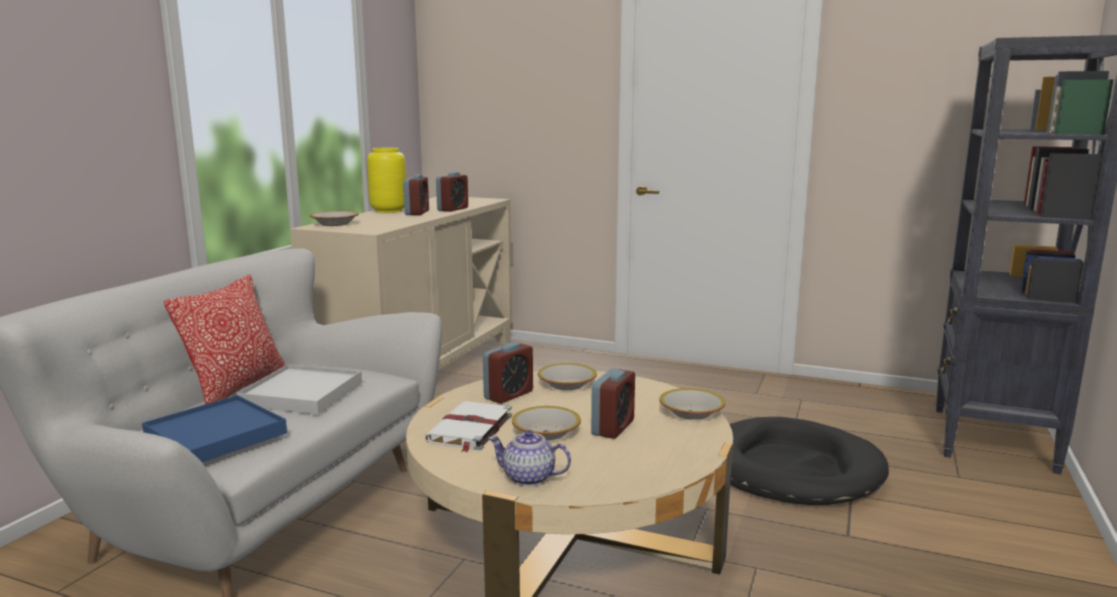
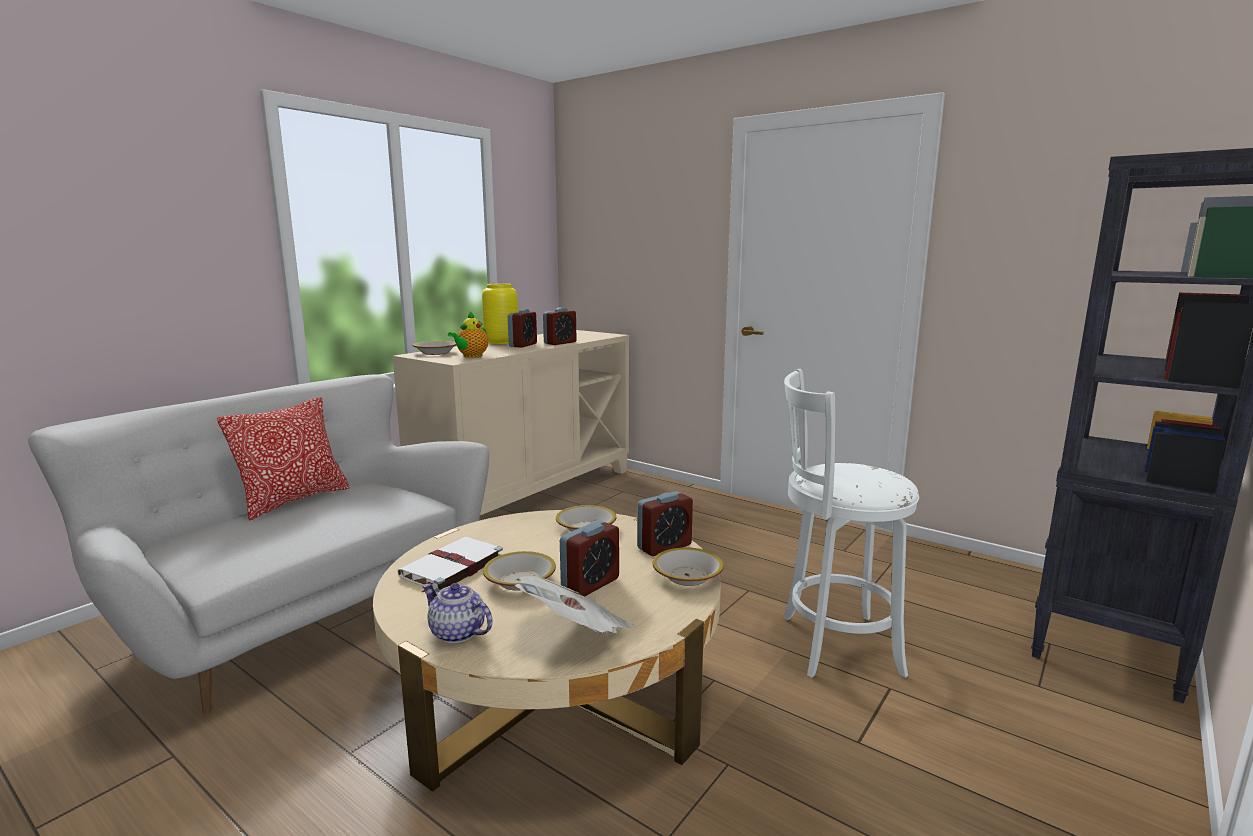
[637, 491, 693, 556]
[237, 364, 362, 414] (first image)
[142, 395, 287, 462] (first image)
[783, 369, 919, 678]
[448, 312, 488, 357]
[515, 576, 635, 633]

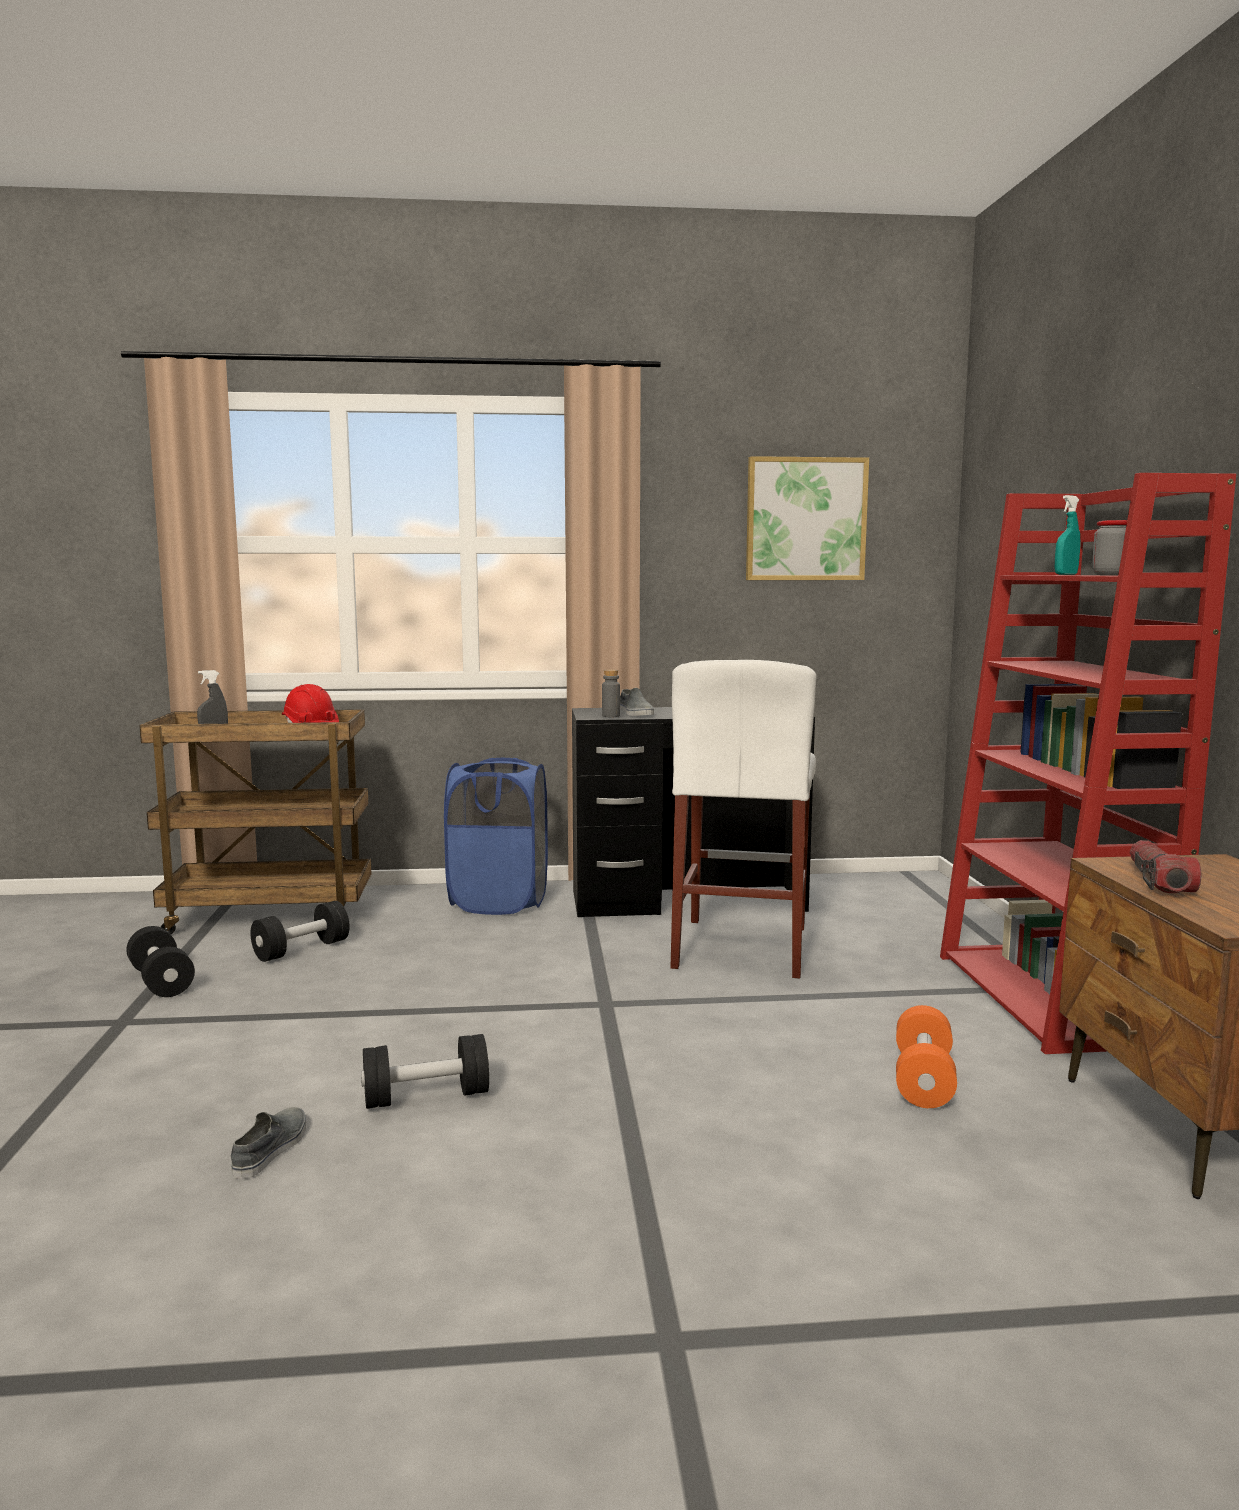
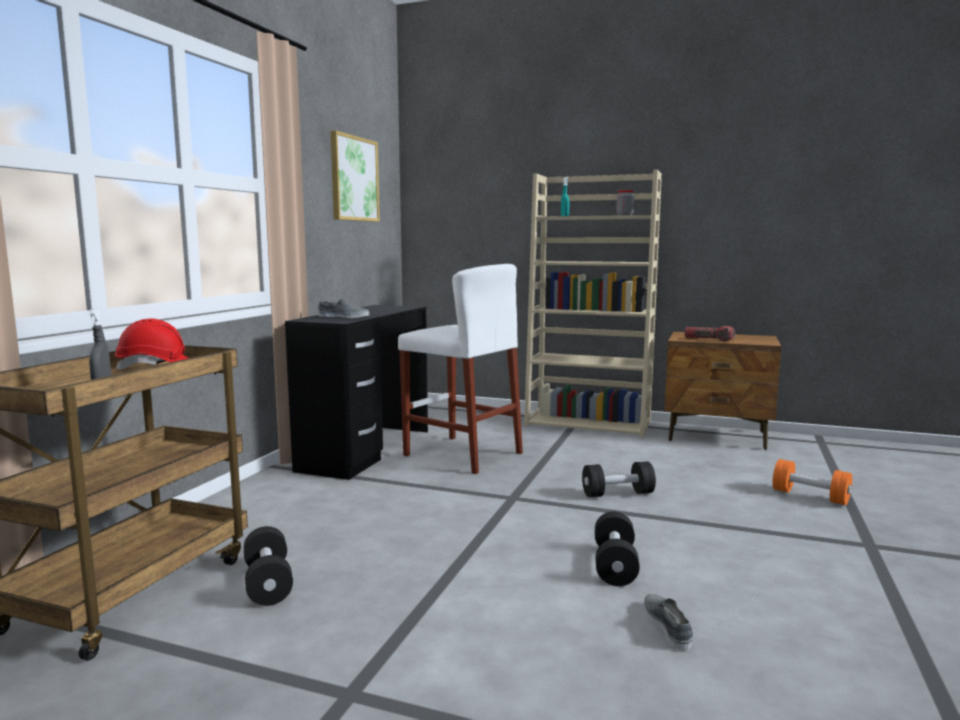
[524, 169, 662, 438]
[602, 669, 620, 717] (first image)
[444, 758, 548, 915] (first image)
[582, 461, 656, 497]
[773, 459, 852, 505]
[644, 594, 693, 650]

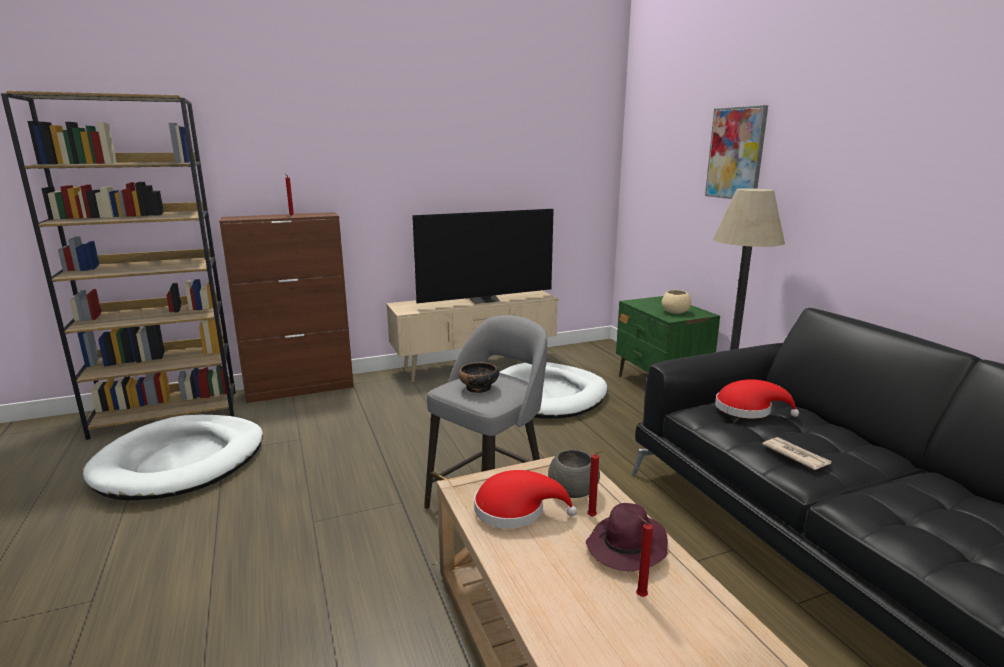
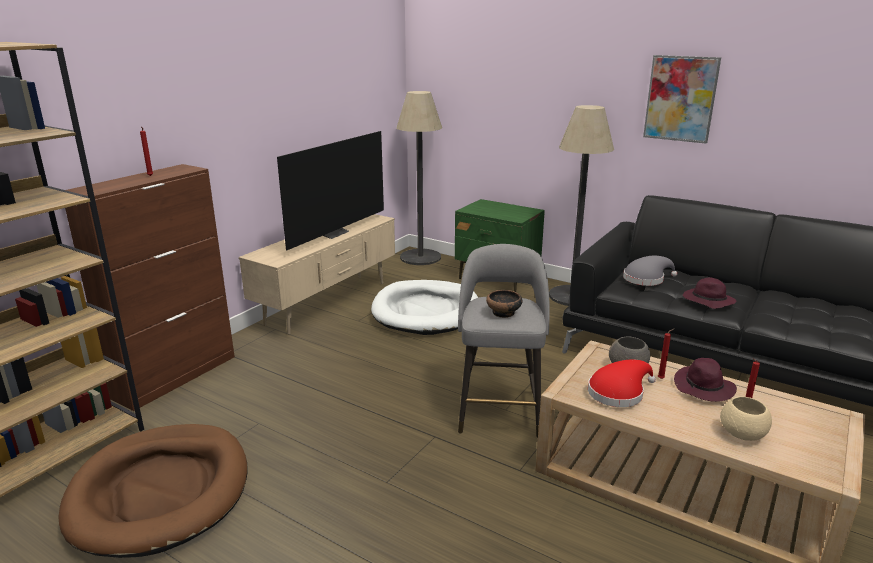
[643, 55, 721, 144]
[720, 397, 772, 441]
[623, 256, 677, 286]
[58, 424, 248, 558]
[683, 277, 736, 309]
[396, 91, 442, 265]

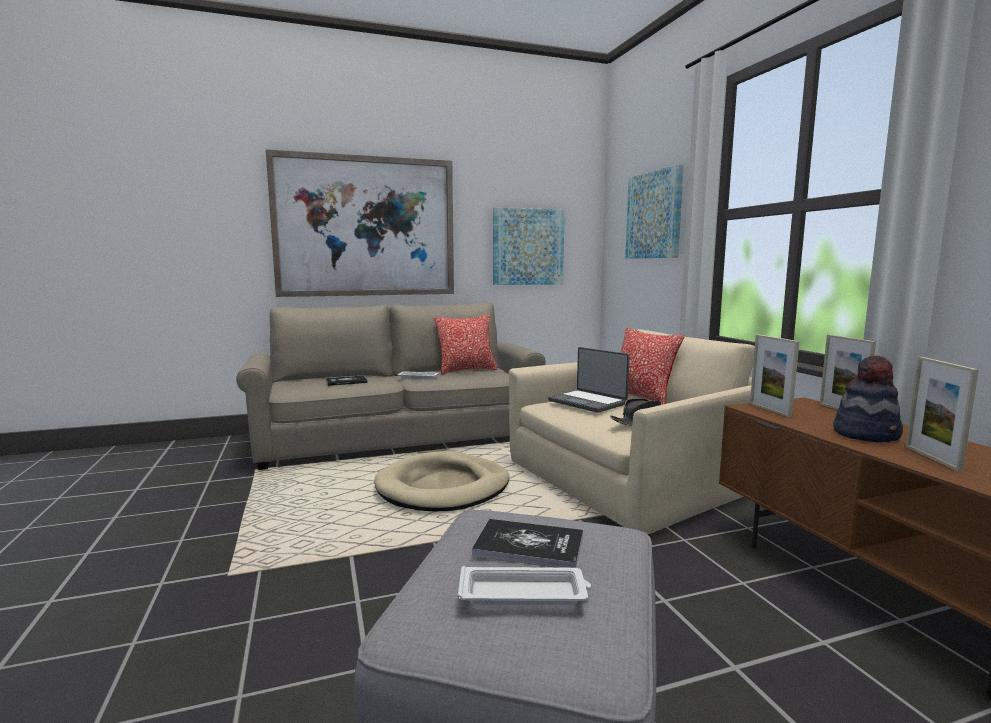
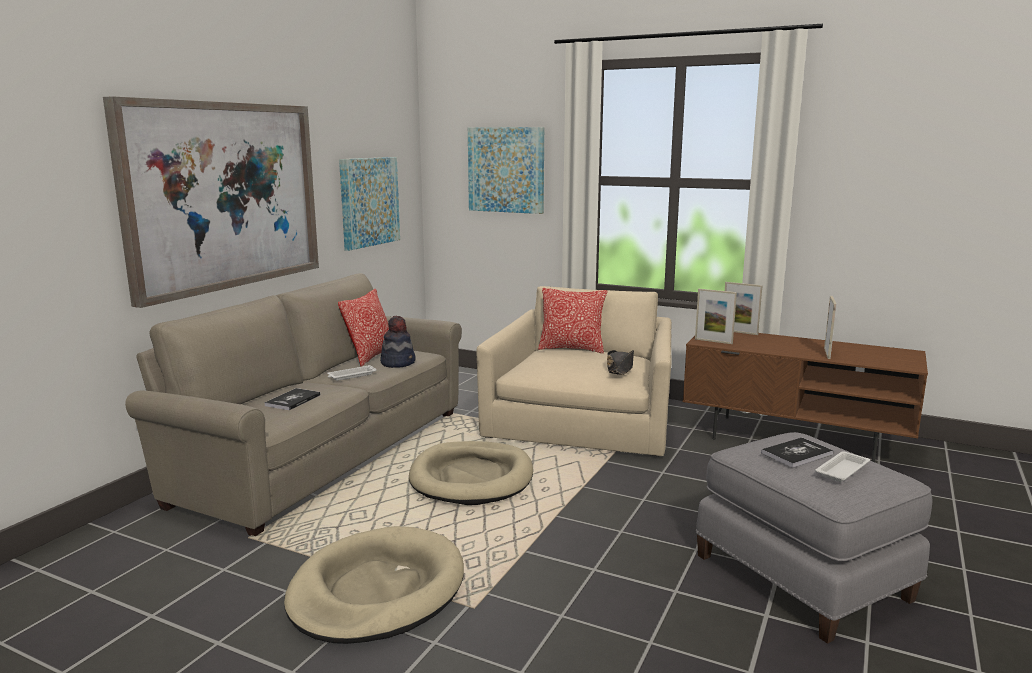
[548, 347, 630, 413] (first image)
[380, 315, 416, 368]
[824, 296, 837, 359]
[284, 526, 464, 644]

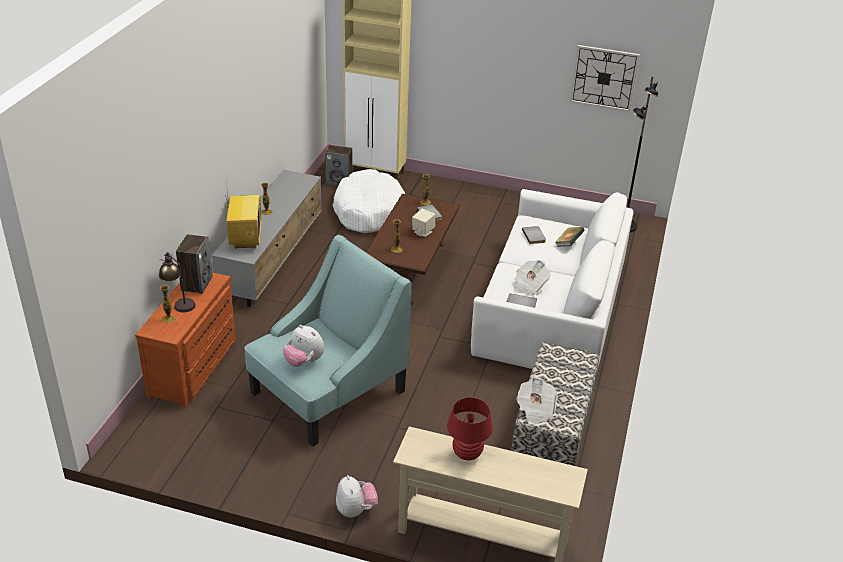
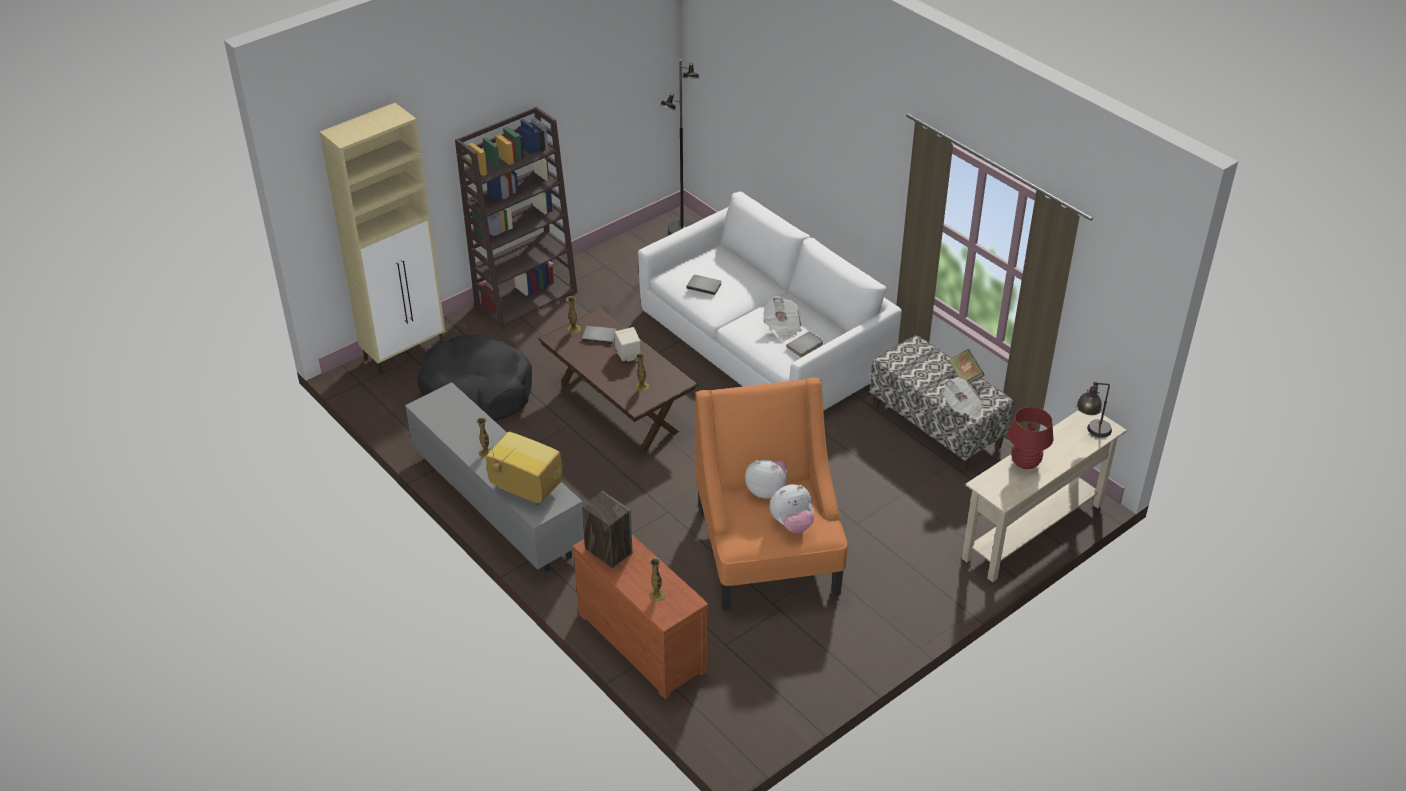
[570, 45, 640, 112] (first image)
[325, 145, 352, 187] (first image)
[417, 335, 532, 421]
[948, 349, 985, 384]
[696, 378, 847, 611]
[1076, 382, 1112, 437]
[745, 460, 787, 499]
[455, 106, 578, 329]

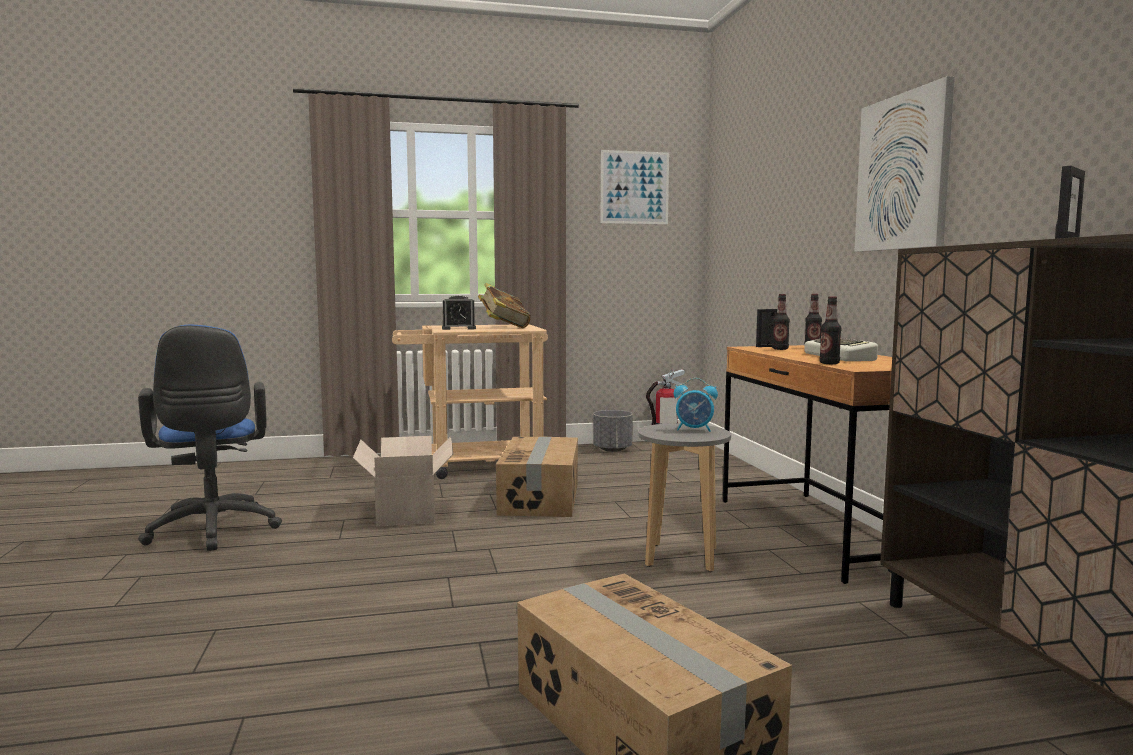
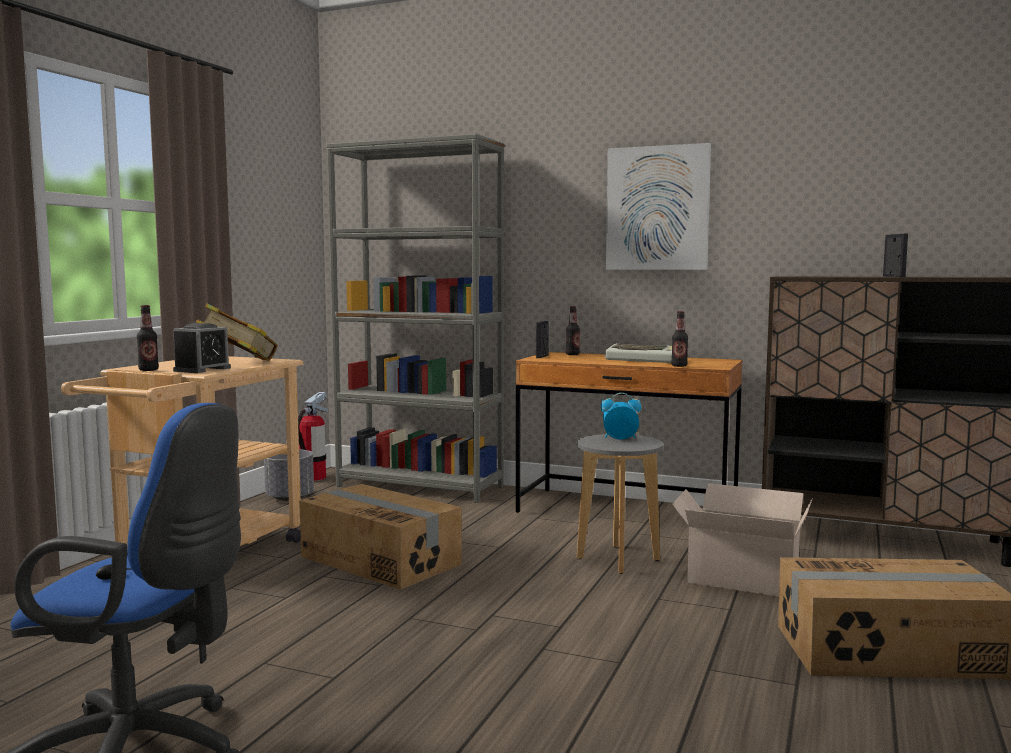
[601, 150, 669, 224] (first image)
[137, 305, 159, 371]
[601, 393, 641, 440]
[672, 483, 813, 597]
[326, 134, 505, 503]

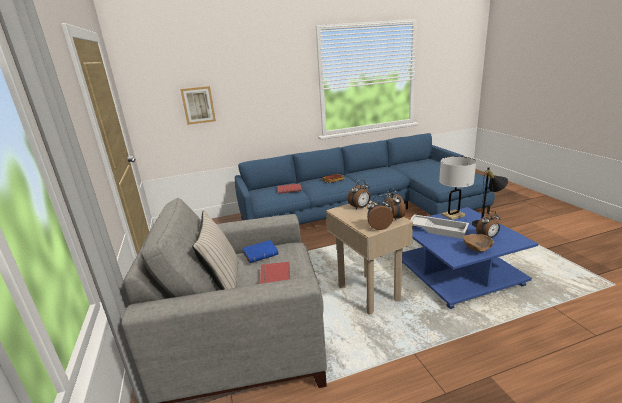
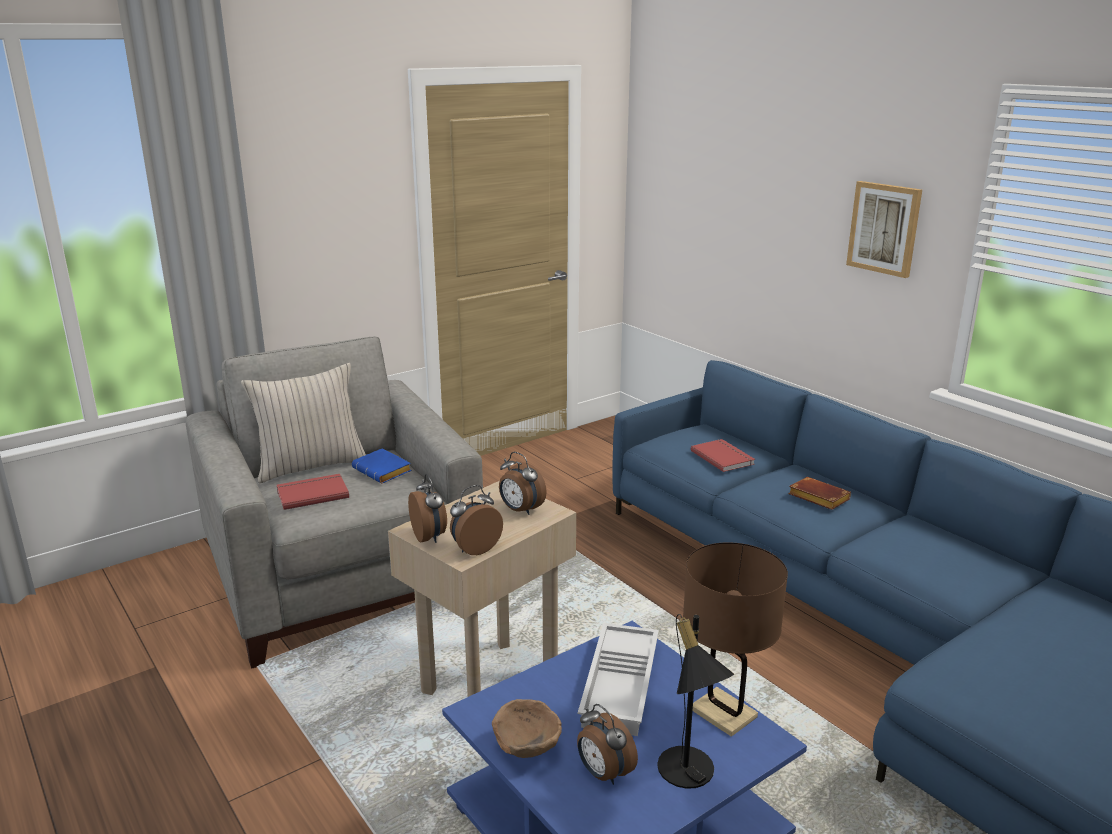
[846, 181, 922, 278]
[683, 542, 788, 737]

